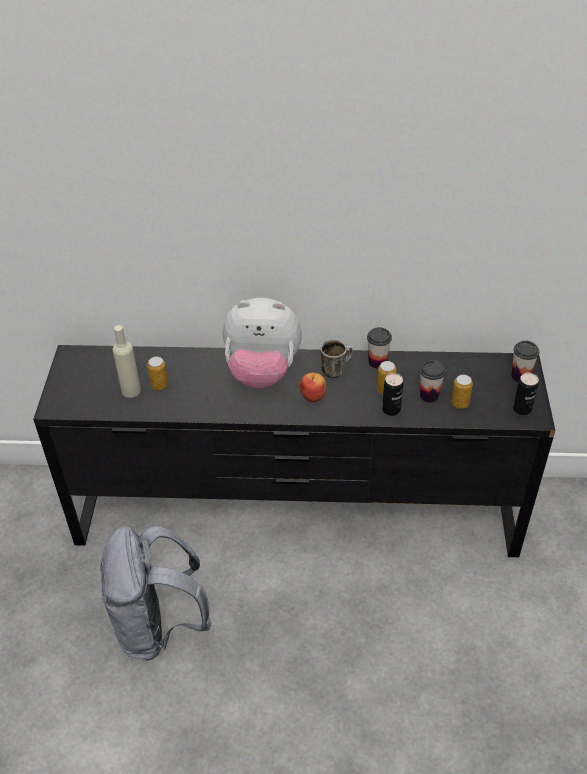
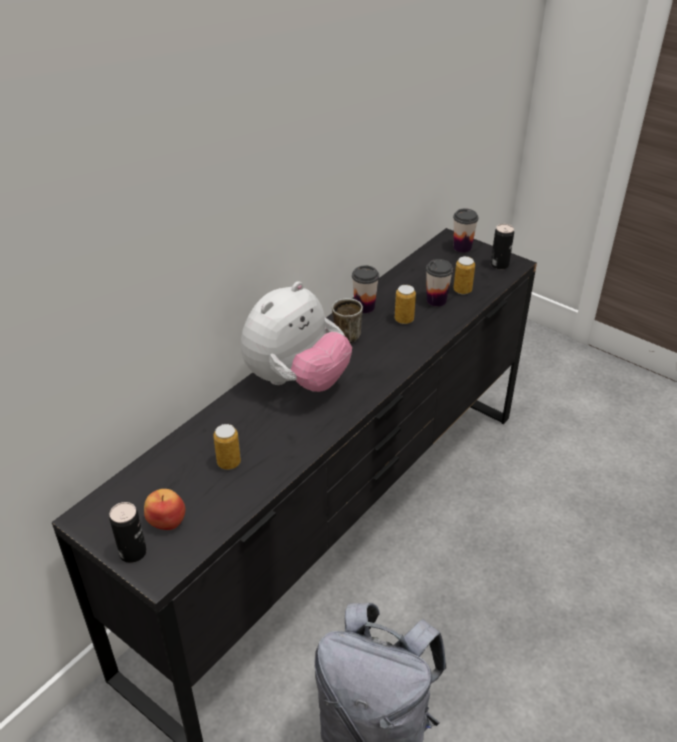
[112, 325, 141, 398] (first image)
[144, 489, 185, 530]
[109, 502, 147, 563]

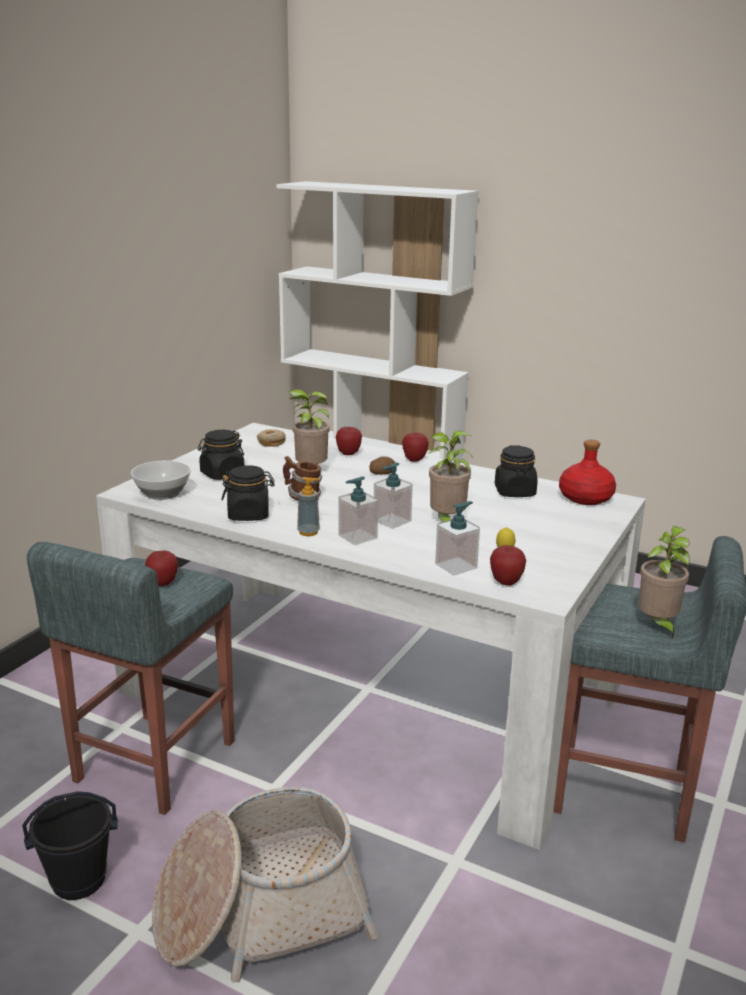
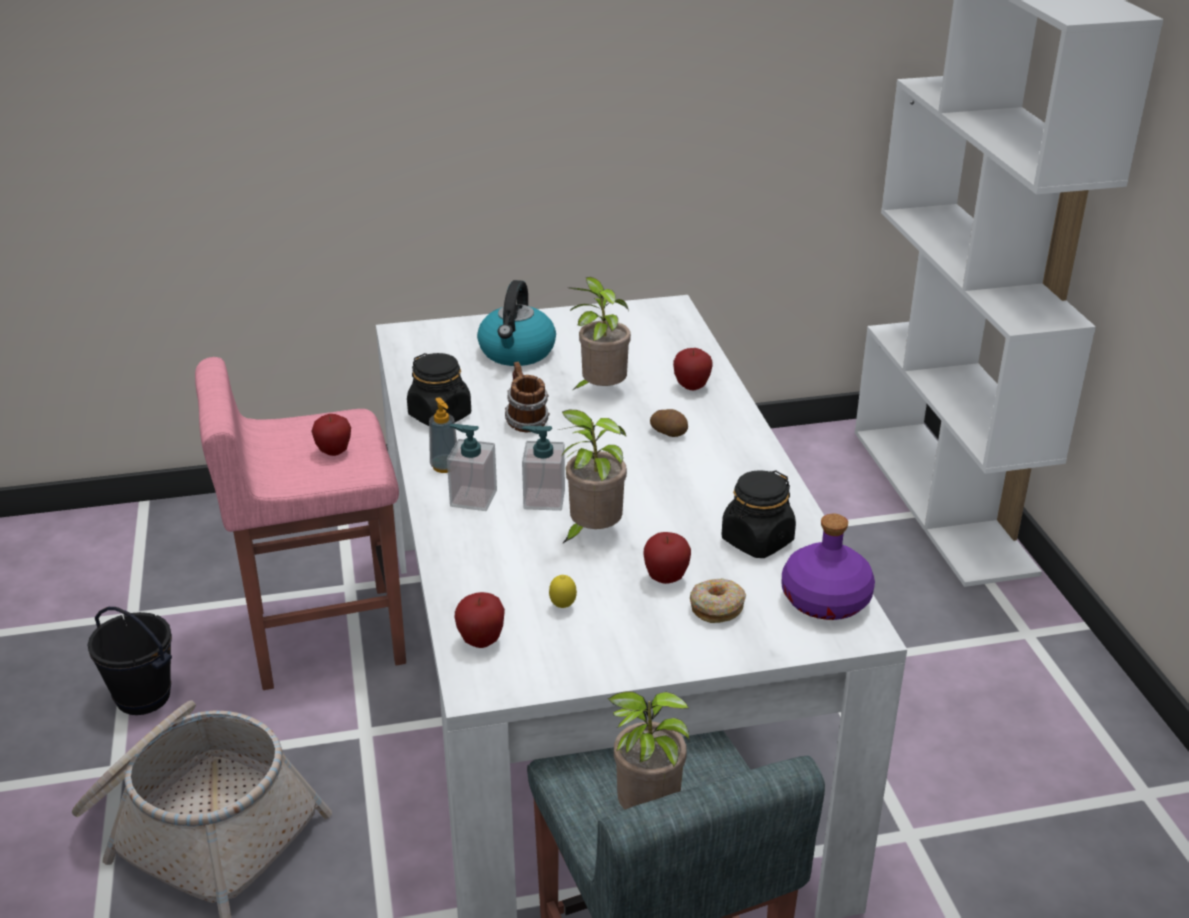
[690, 579, 746, 623]
[477, 280, 556, 366]
[643, 532, 691, 584]
[782, 514, 875, 620]
[131, 461, 191, 500] (first image)
[435, 501, 480, 575] (first image)
[195, 357, 406, 690]

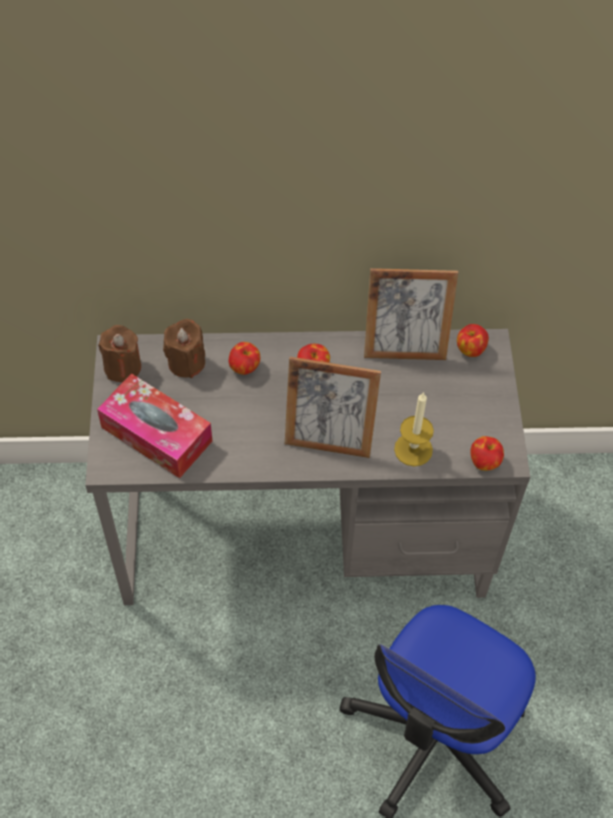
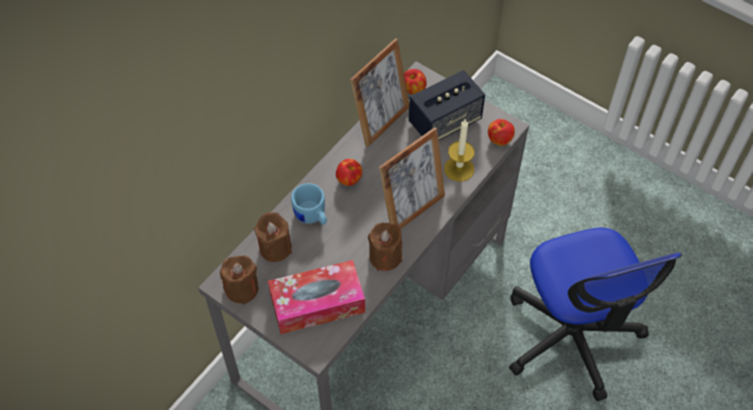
[291, 183, 327, 225]
[409, 70, 485, 141]
[368, 223, 402, 271]

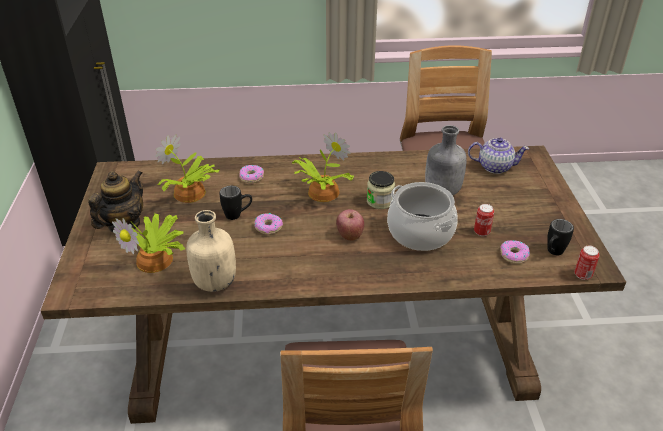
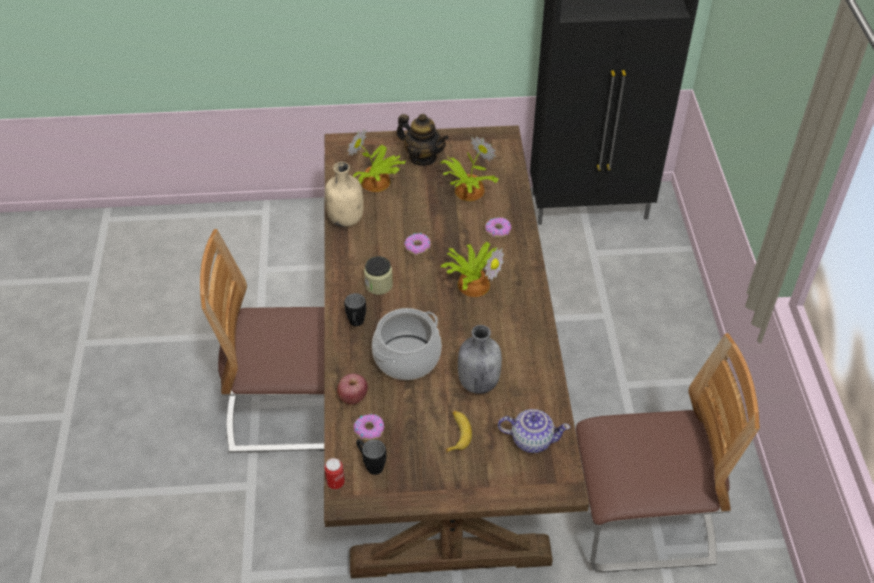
[498, 409, 570, 453]
[364, 256, 393, 295]
[344, 293, 366, 326]
[474, 204, 494, 236] (first image)
[337, 373, 368, 405]
[446, 411, 472, 453]

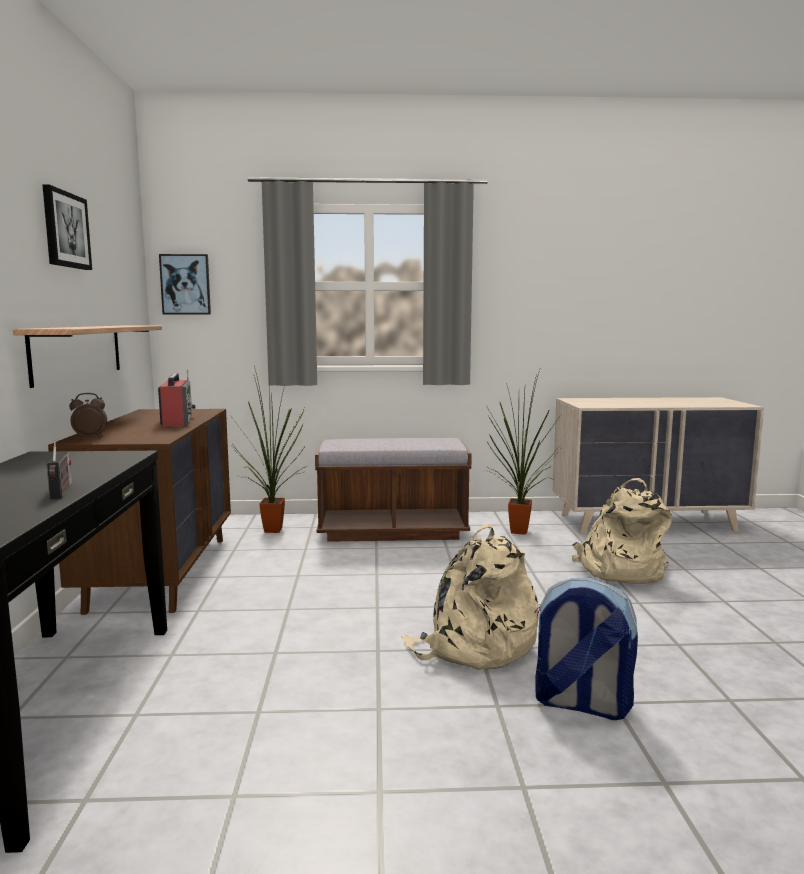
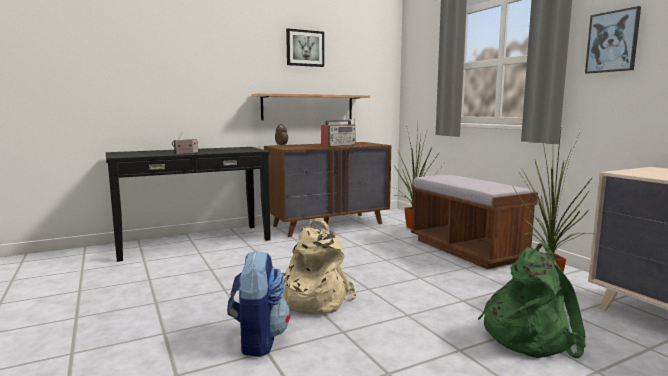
[585, 6, 641, 74]
[478, 243, 586, 358]

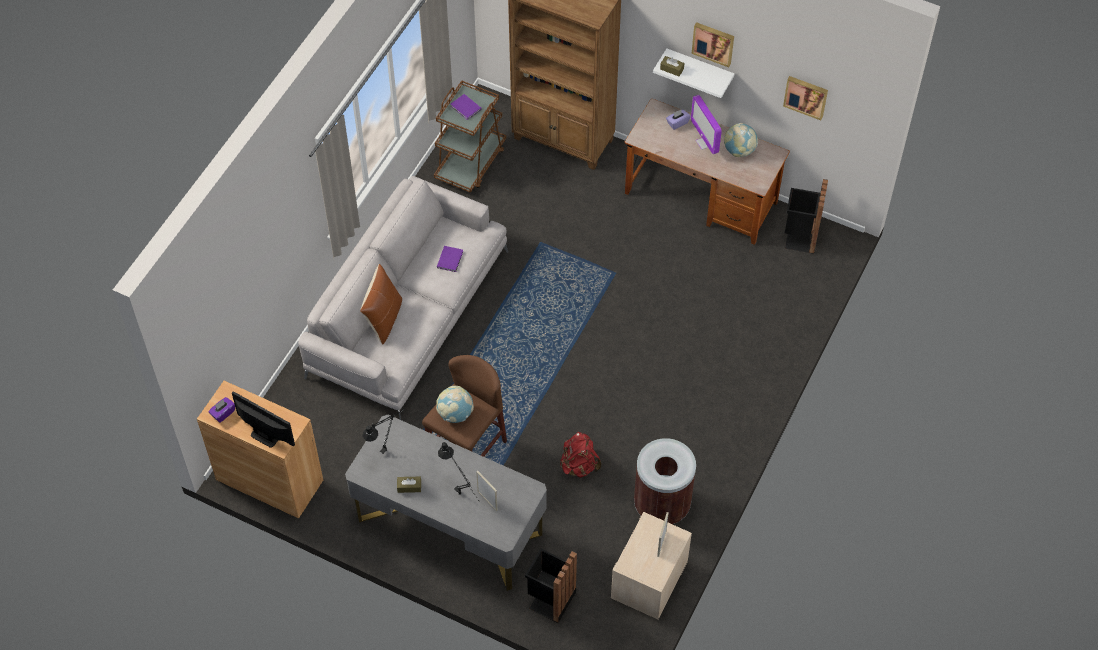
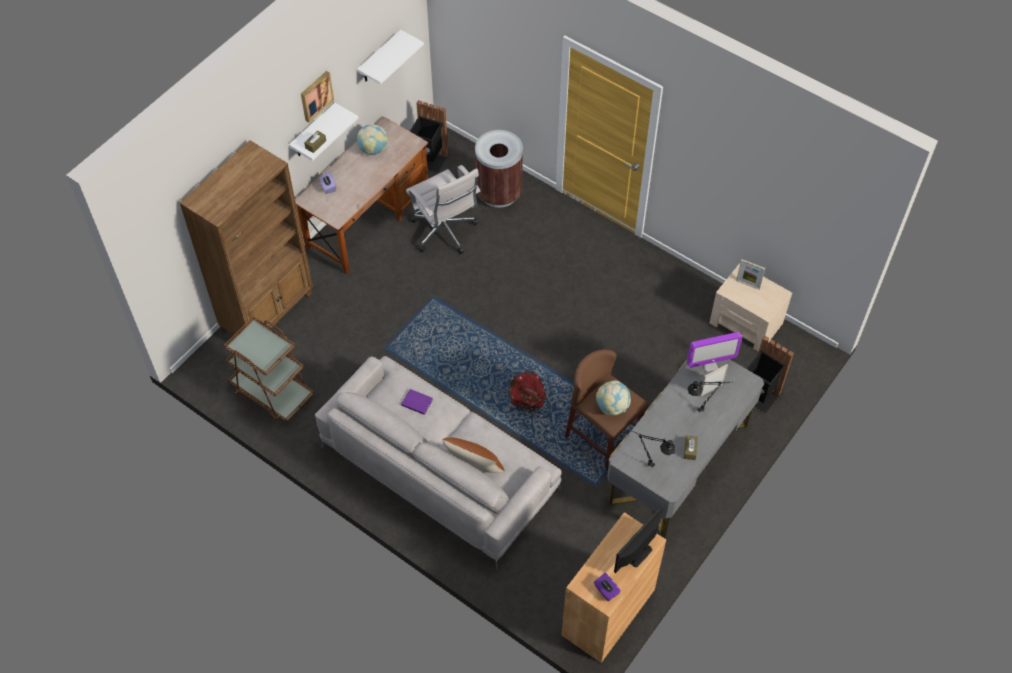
[357, 30, 424, 85]
[450, 94, 481, 120] (first image)
[687, 332, 742, 372]
[507, 369, 546, 412]
[475, 130, 523, 208]
[406, 165, 481, 254]

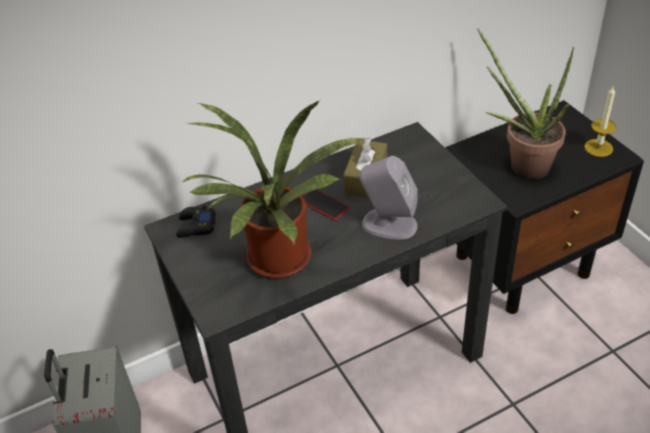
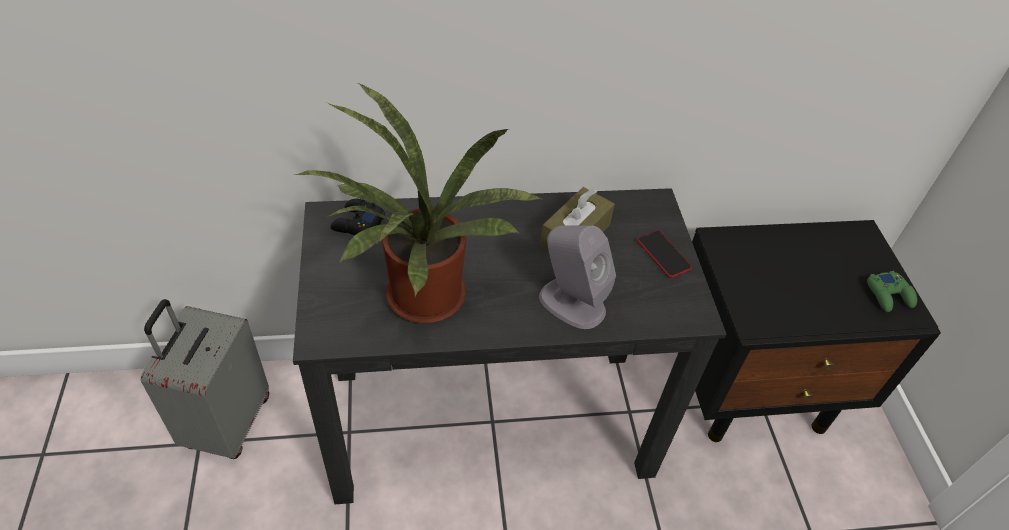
[477, 29, 574, 179] (first image)
[867, 271, 917, 312]
[637, 230, 692, 278]

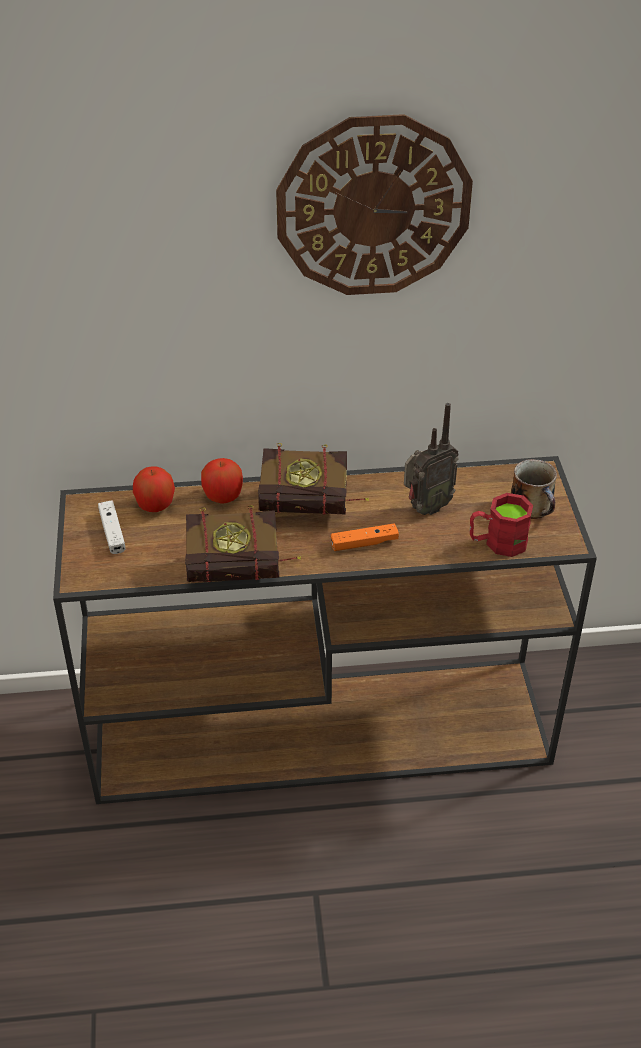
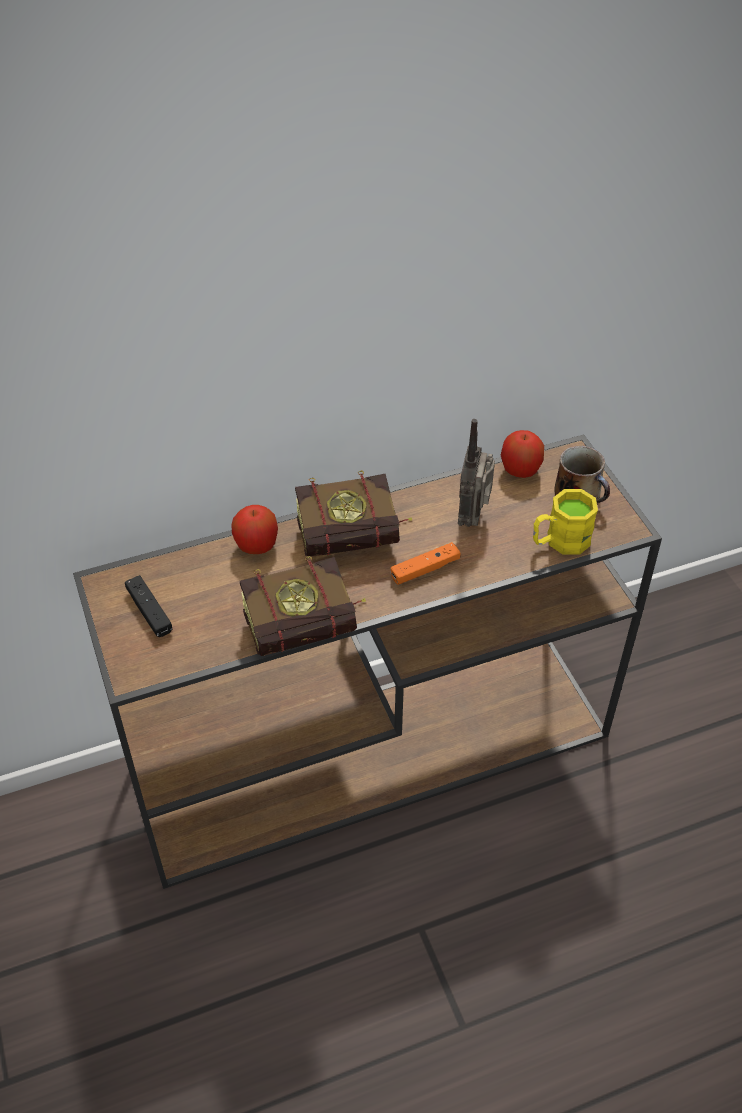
[276, 114, 473, 295] (first image)
[458, 419, 495, 527]
[501, 430, 544, 478]
[533, 489, 598, 555]
[125, 575, 172, 637]

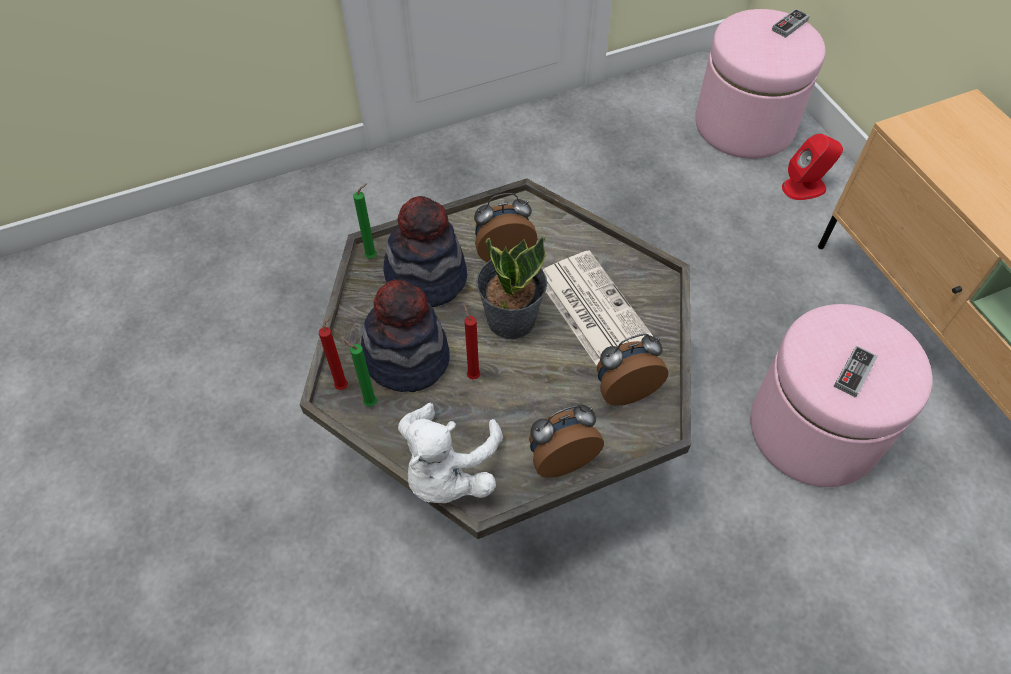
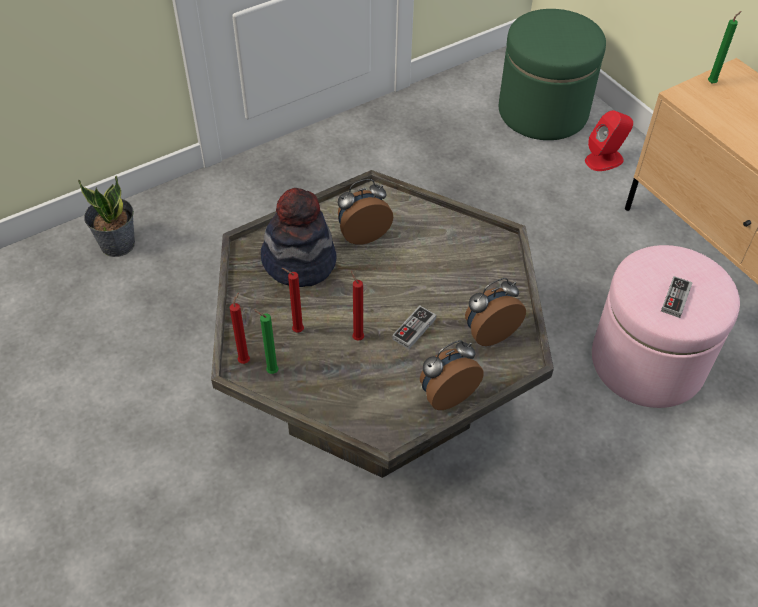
[499, 9, 606, 140]
[392, 306, 436, 349]
[708, 11, 742, 83]
[78, 176, 135, 257]
[543, 250, 653, 366] (first image)
[282, 268, 304, 333]
[398, 403, 503, 503] (first image)

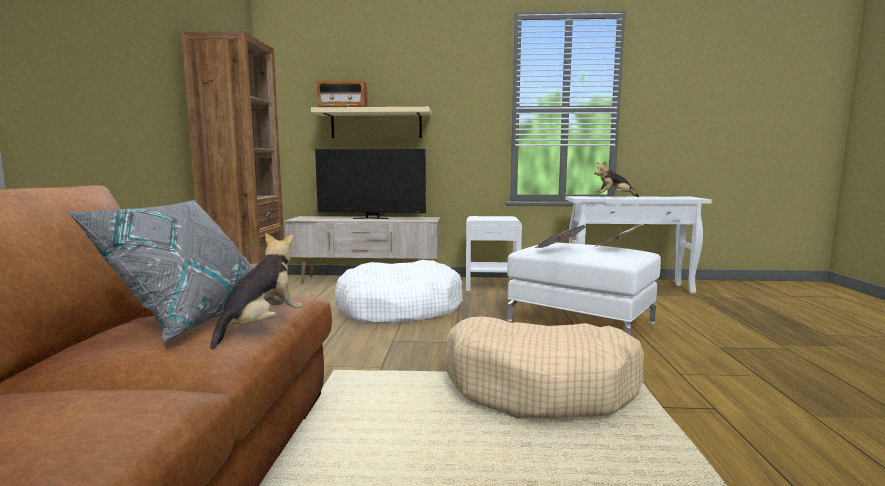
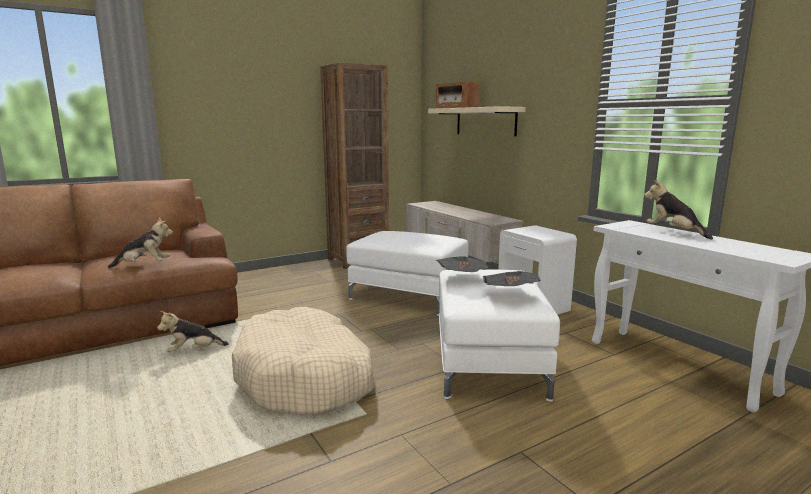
[315, 149, 426, 219] (first image)
[66, 200, 253, 341] (first image)
[346, 231, 468, 316]
[157, 311, 229, 352]

